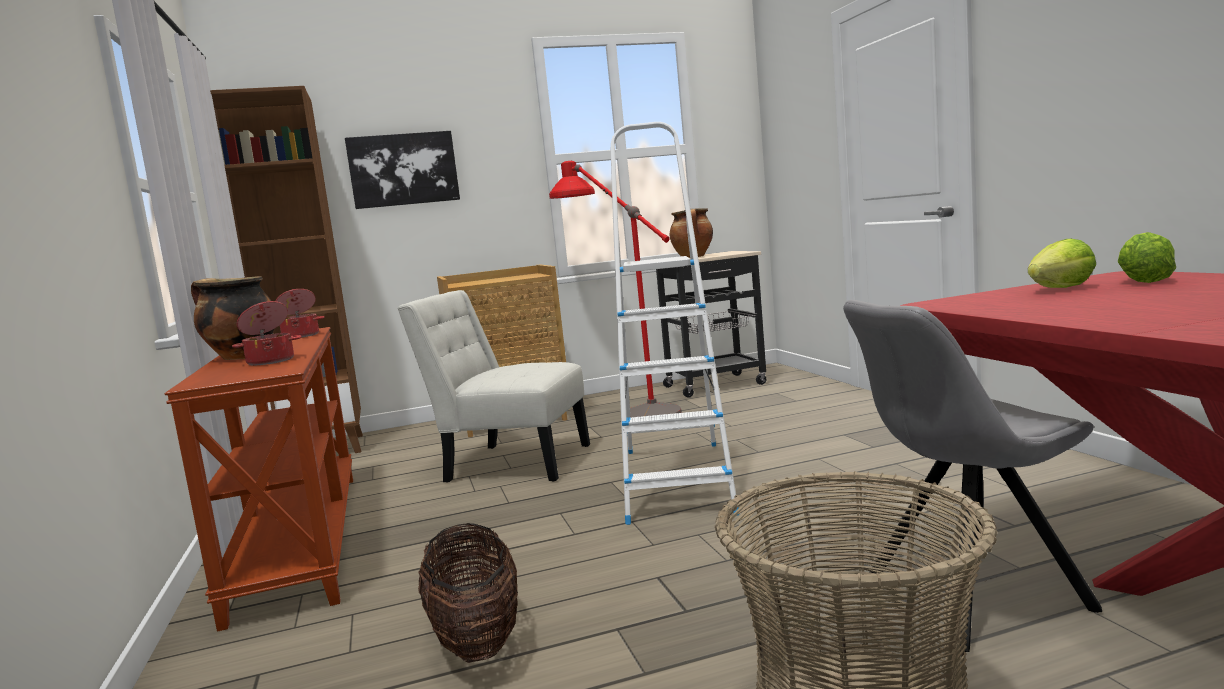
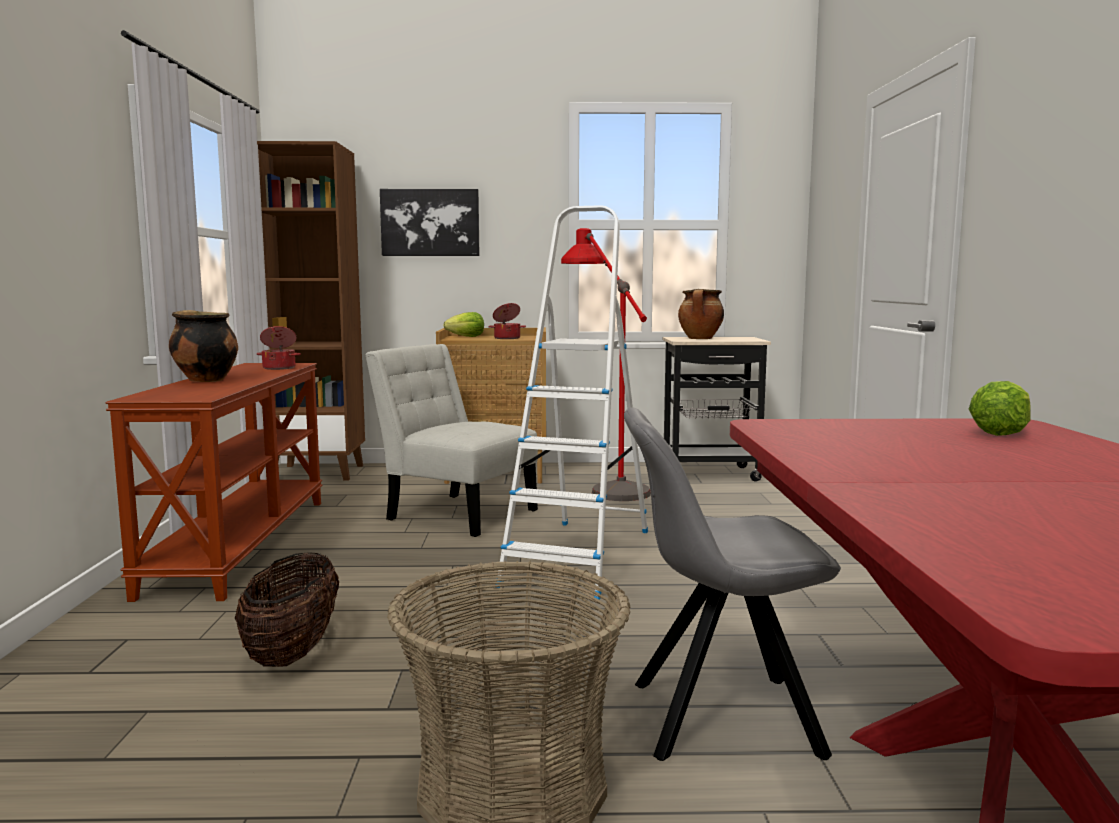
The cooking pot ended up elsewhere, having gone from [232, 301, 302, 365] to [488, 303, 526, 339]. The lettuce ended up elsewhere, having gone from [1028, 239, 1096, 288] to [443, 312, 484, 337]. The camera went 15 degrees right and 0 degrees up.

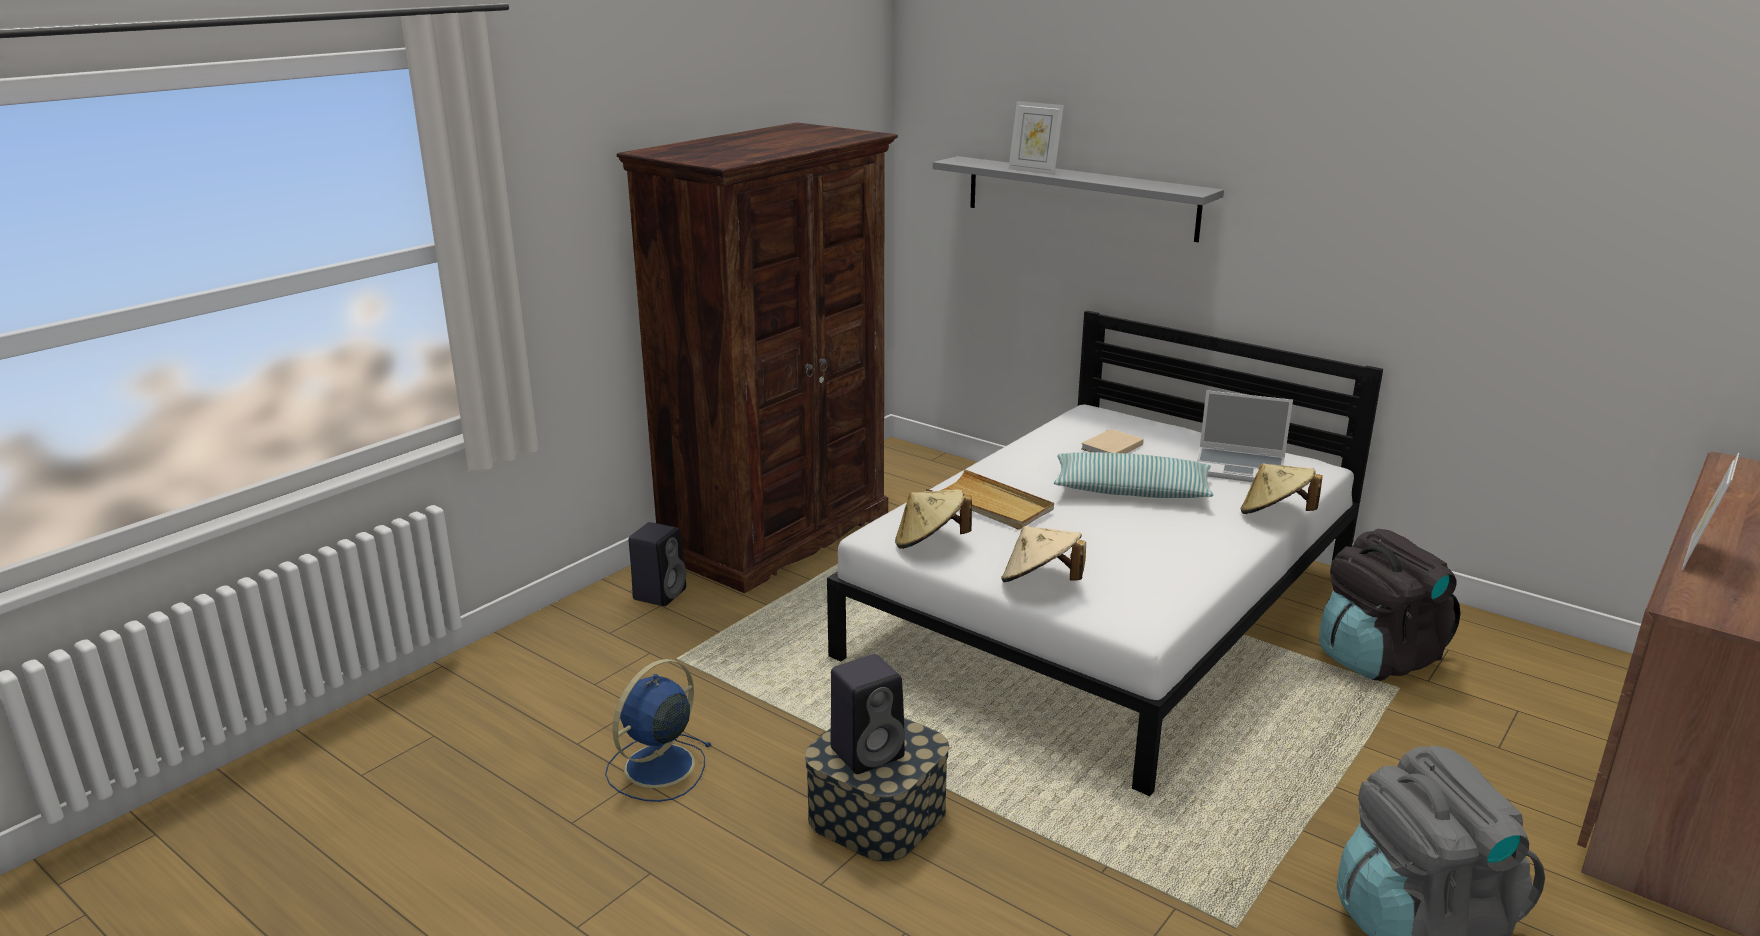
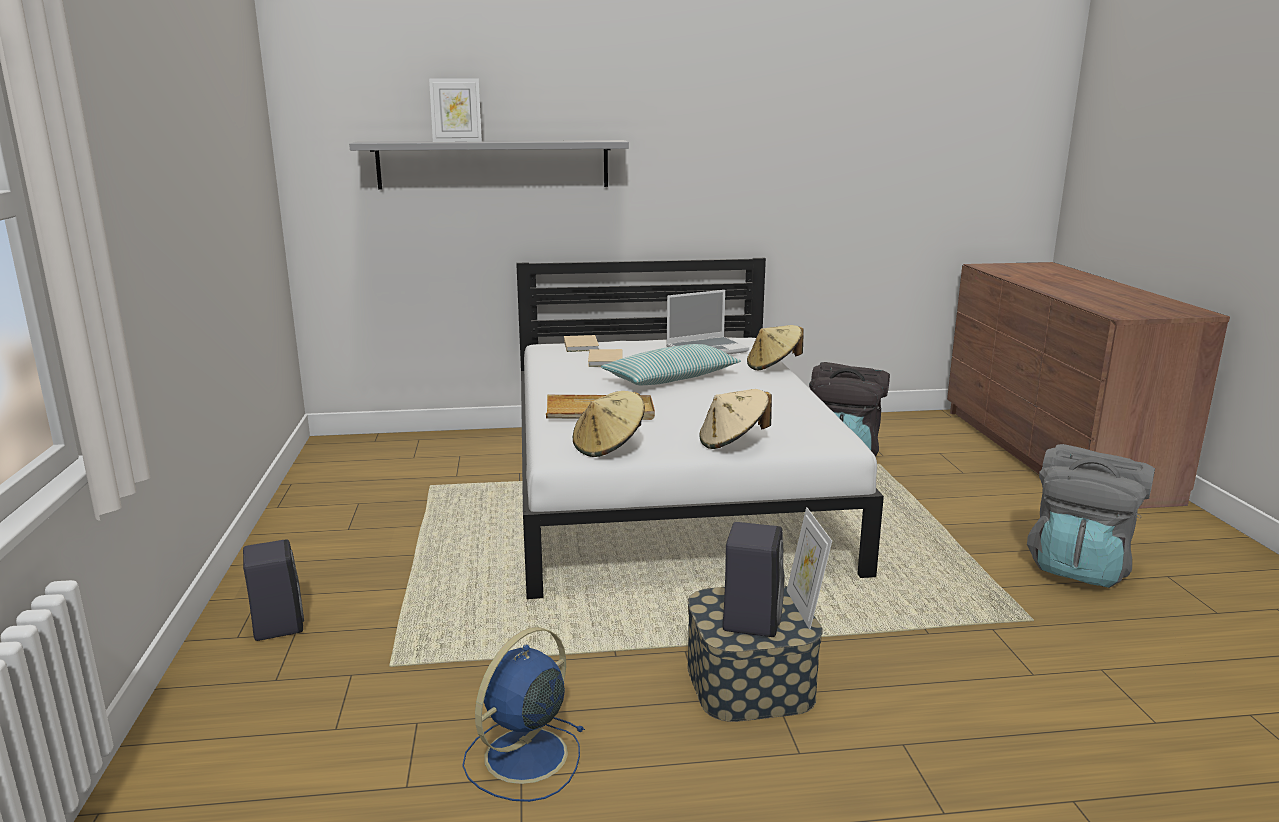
The fan in blue at [605, 659, 712, 802] ended up facing another way, 45 degrees clockwise from before. The second view lost the wardrobe in brown at [617, 122, 898, 593]. The picture frame ended up elsewhere, having gone from [1682, 453, 1739, 570] to [787, 507, 832, 630]. The second view gained the book in beige at [564, 335, 599, 352]. The camera went 45 degrees left and 5 degrees down.

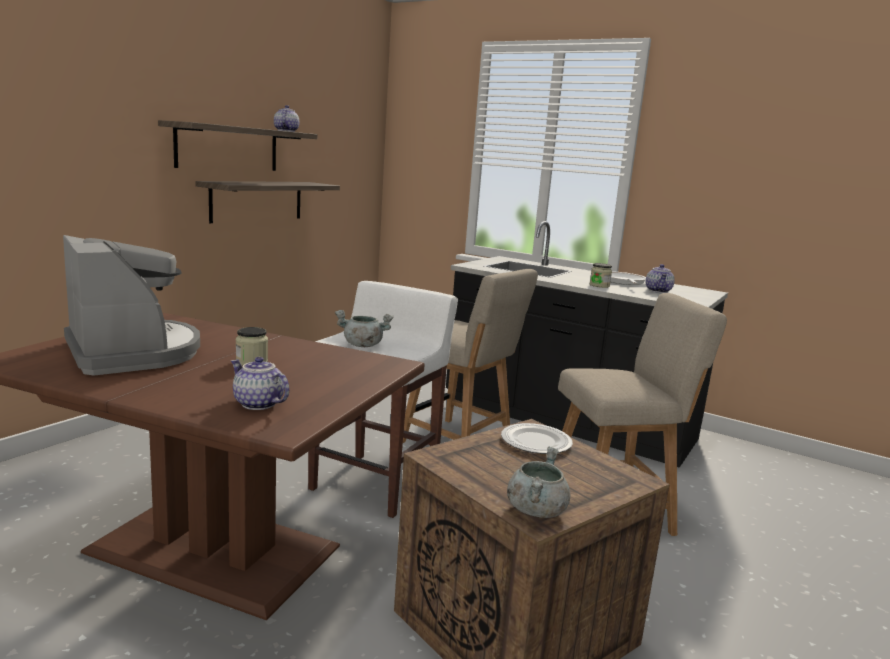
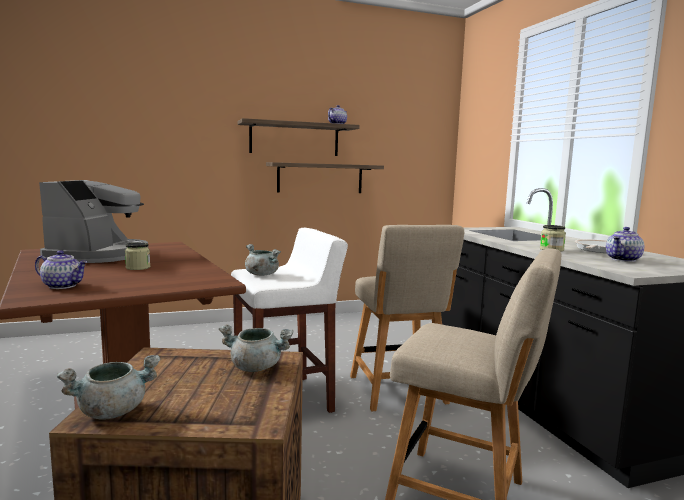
The teapot at [231, 357, 289, 410] ended up facing another way, 120 degrees clockwise from before. Where the plate stood at [501, 423, 573, 454], the cooking pot in grey came to stand at [219, 325, 294, 372]. The camera went 40 degrees right and 5 degrees down.

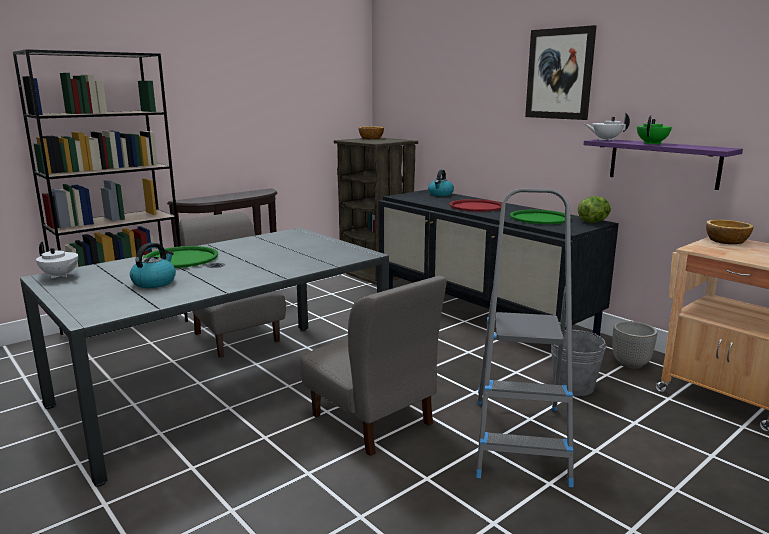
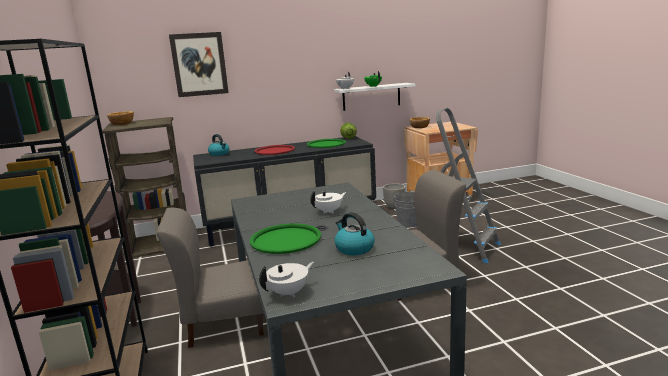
The picture ended up elsewhere, having gone from [525, 25, 596, 120] to [169, 32, 229, 97]. What was the shelf in purple at [584, 139, 743, 190] turned into the shelf in white at [334, 83, 415, 111]. The second view gained the teapot in white at [310, 191, 346, 214]. The camera went 65 degrees left and 0 degrees up.

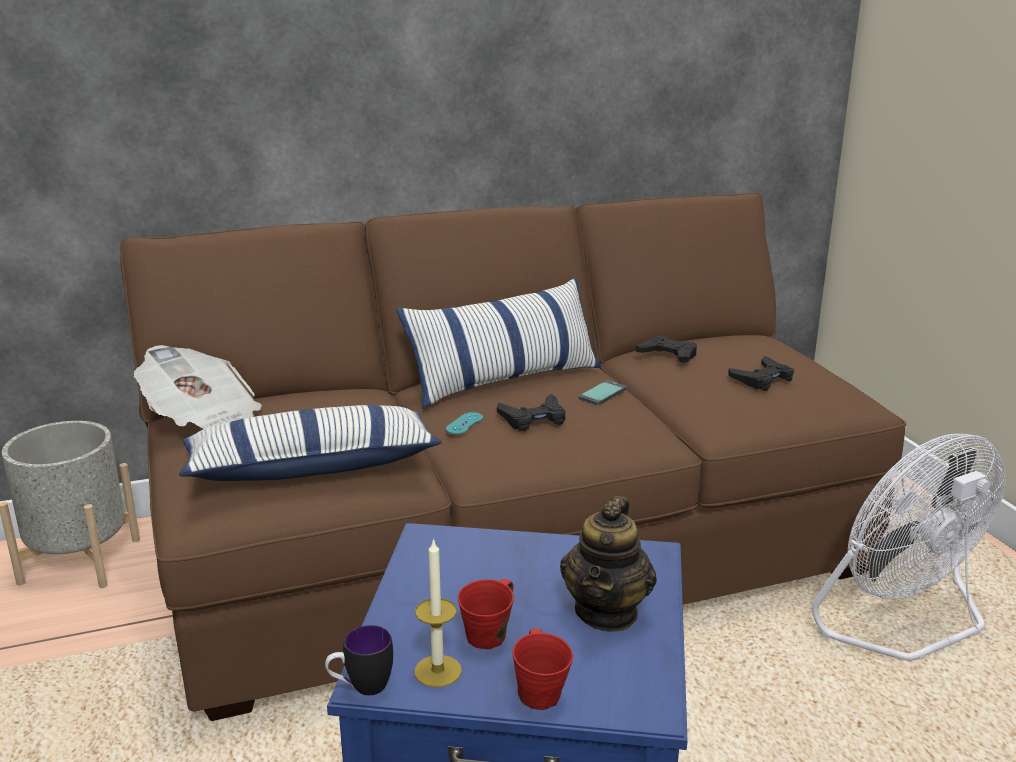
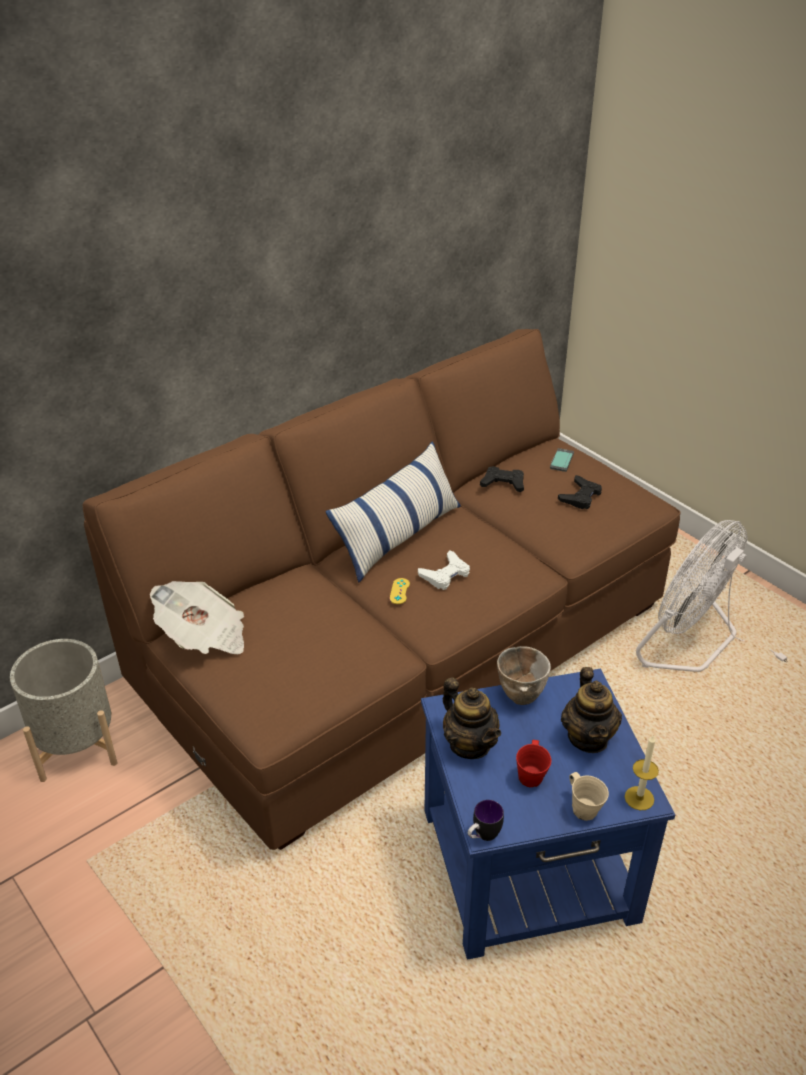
The second view lost the pillow at [179, 405, 442, 481]. The candle ended up elsewhere, having gone from [414, 538, 462, 687] to [625, 736, 659, 810]. What was the game controller in turquoise at [446, 412, 483, 435] turned into the game controller in yellow at [390, 578, 410, 604]. What was the game controller in black at [497, 394, 565, 431] turned into the game controller in white at [418, 550, 470, 590]. What was the mug in red at [513, 629, 573, 710] turned into the mug in beige at [569, 772, 609, 821]. The phone ended up elsewhere, having gone from [579, 380, 627, 405] to [550, 448, 574, 472]. The second view gained the teapot at [443, 677, 501, 759]. The second view gained the bowl at [497, 646, 551, 705]. The camera went 20 degrees left and 15 degrees up.

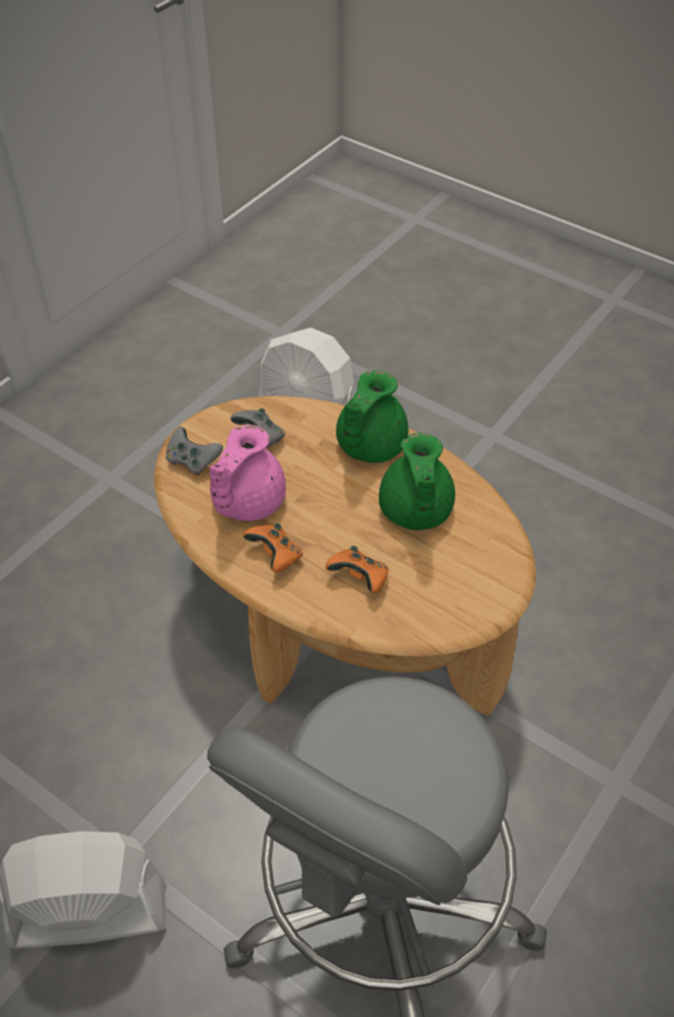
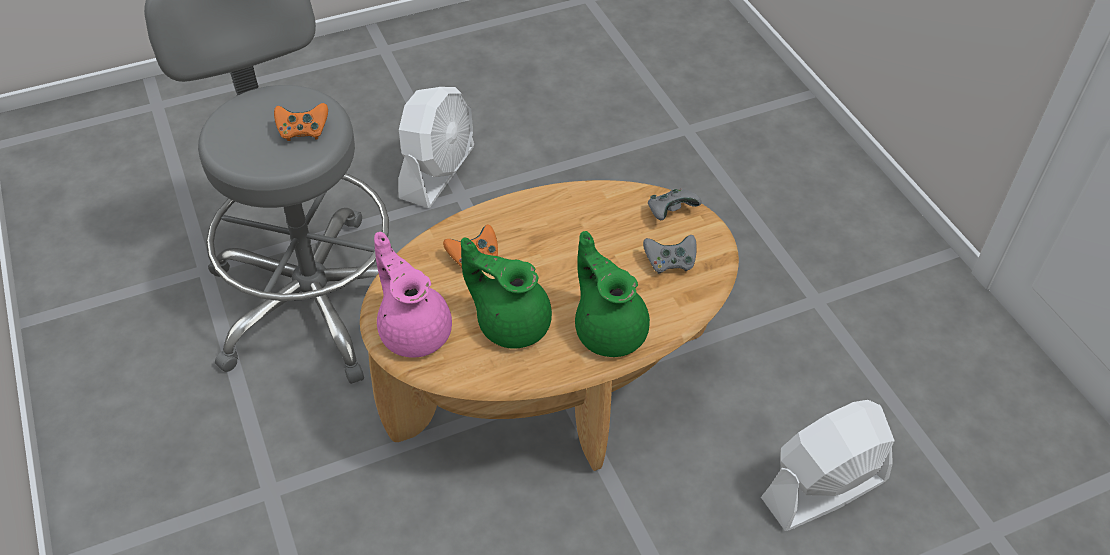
The teapot in pink ended up elsewhere, having gone from [209, 425, 286, 521] to [374, 232, 452, 358]. The game controller in orange ended up elsewhere, having gone from [243, 523, 303, 572] to [274, 103, 328, 141]. The camera went 120 degrees right and 0 degrees up.

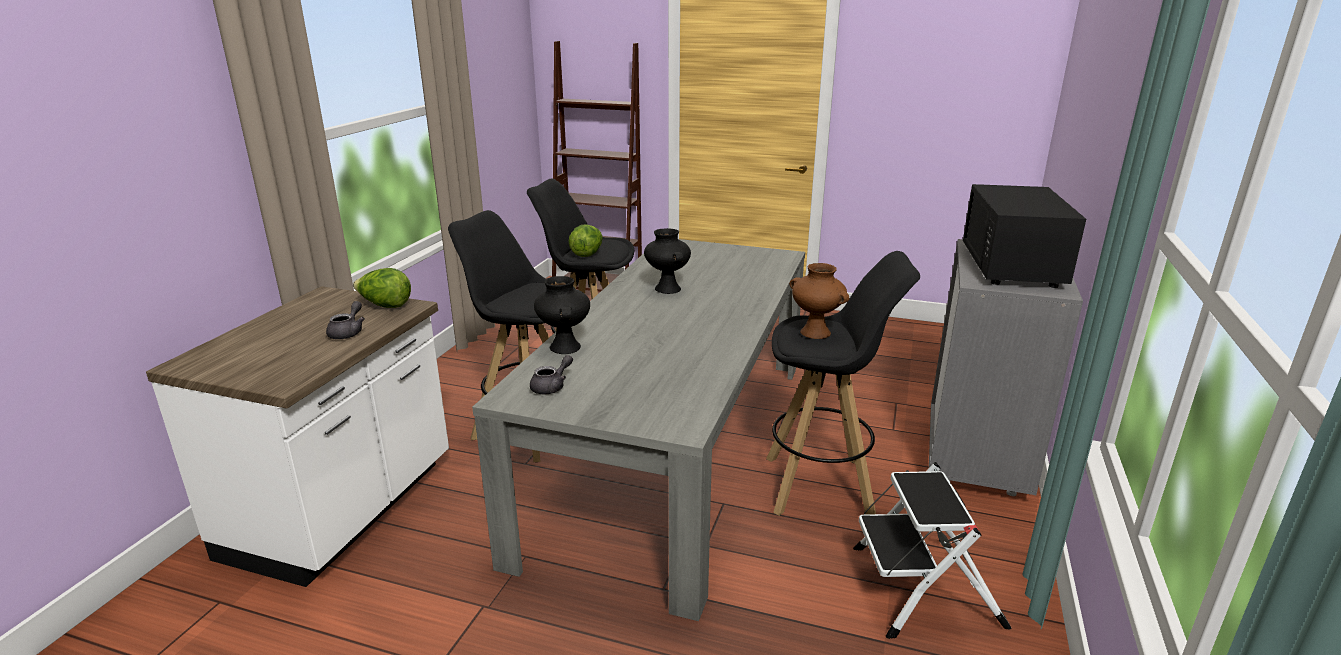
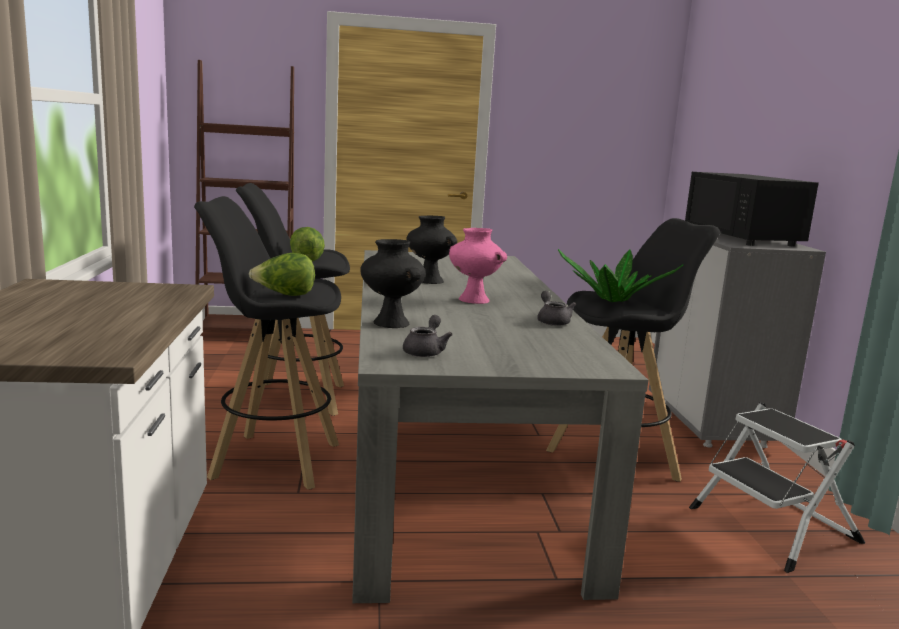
The teapot in grey ended up elsewhere, having gone from [326, 301, 365, 339] to [537, 291, 576, 326]. The lettuce ended up elsewhere, having gone from [353, 268, 411, 308] to [249, 253, 315, 296]. Where the vase in brown stood at [789, 263, 849, 339], the potted plant came to stand at [558, 249, 683, 302]. The second view gained the vase in pink at [449, 228, 507, 304]. The camera went 25 degrees left and 10 degrees down.

